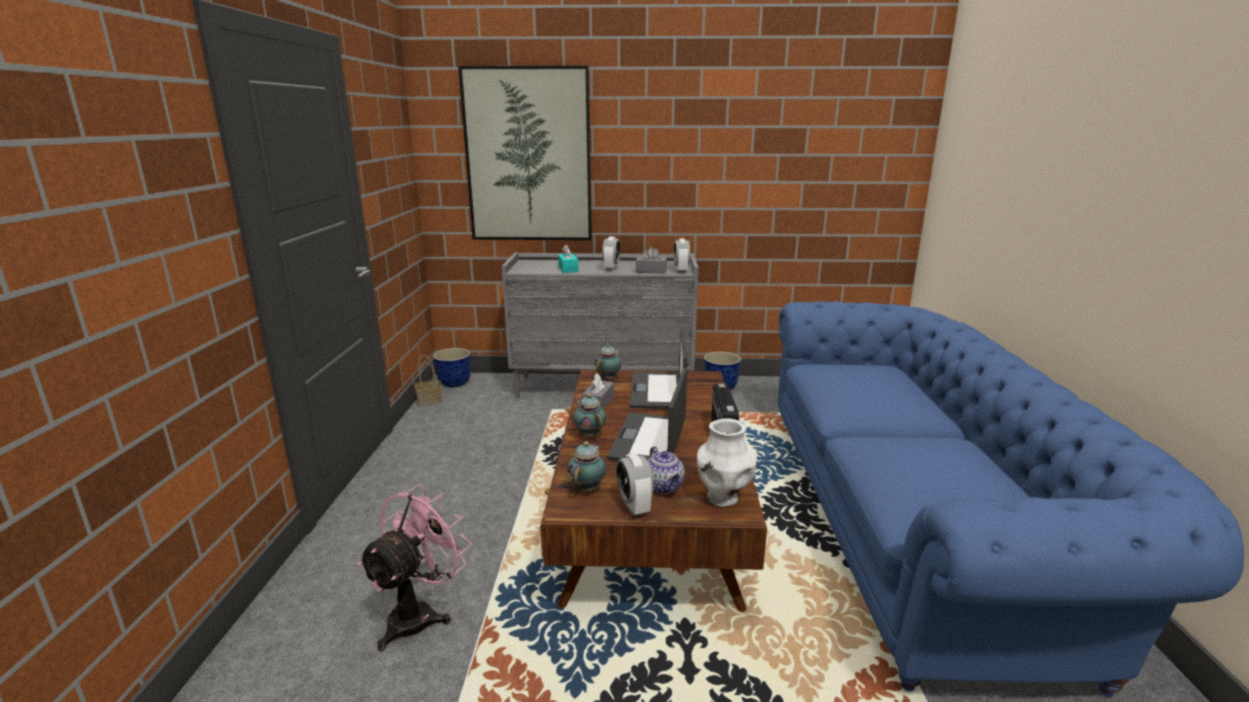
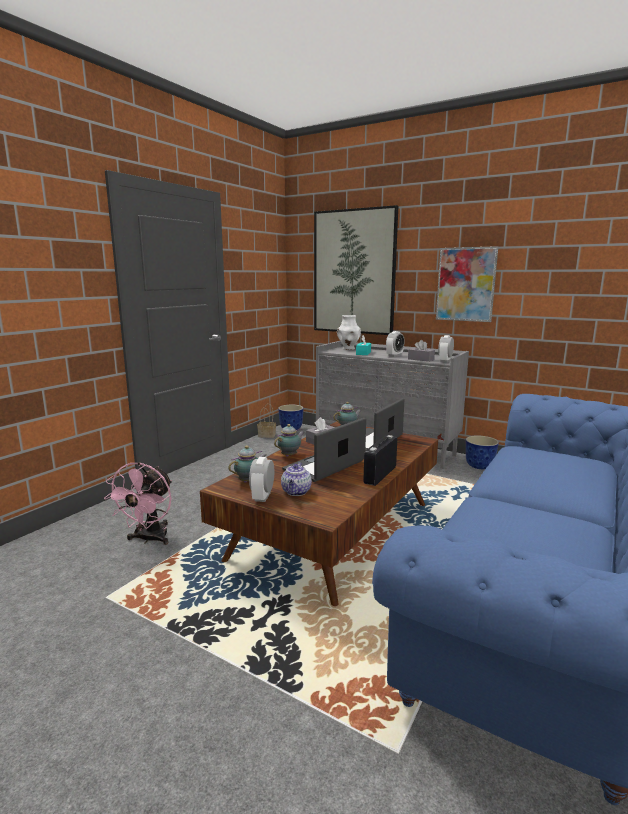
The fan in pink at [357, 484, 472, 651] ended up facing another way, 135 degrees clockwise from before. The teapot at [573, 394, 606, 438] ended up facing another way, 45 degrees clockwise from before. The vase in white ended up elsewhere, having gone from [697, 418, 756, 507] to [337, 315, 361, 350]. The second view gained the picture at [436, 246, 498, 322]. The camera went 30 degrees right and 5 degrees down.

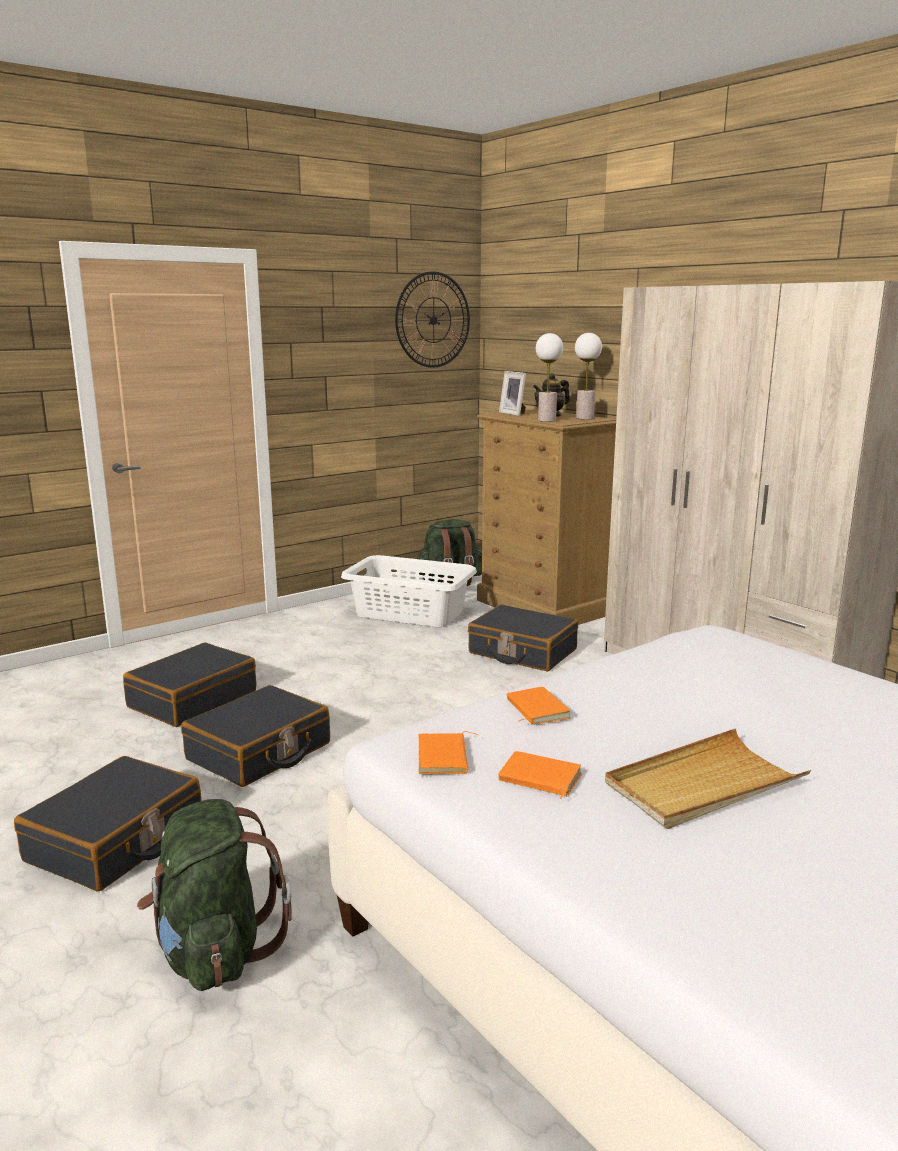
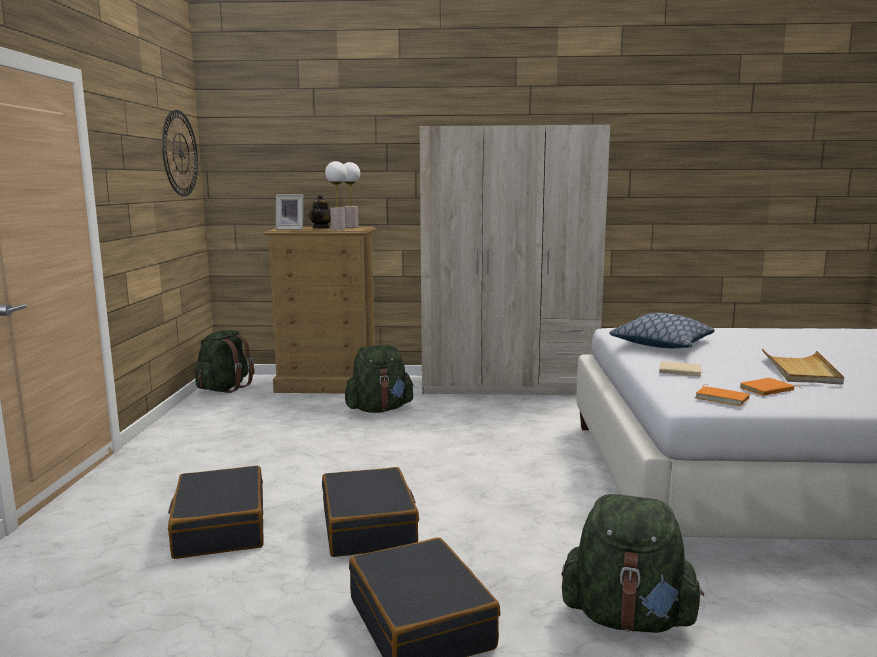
The second view lost the laundry basket in white at [341, 555, 477, 627]. Where the suitcase in black stood at [468, 604, 578, 671], the backpack in green came to stand at [345, 345, 414, 413]. What was the book in orange at [507, 687, 571, 725] turned into the book in beige at [659, 361, 702, 376]. The second view gained the pillow at [609, 313, 715, 348]. The camera went 50 degrees left and 5 degrees down.

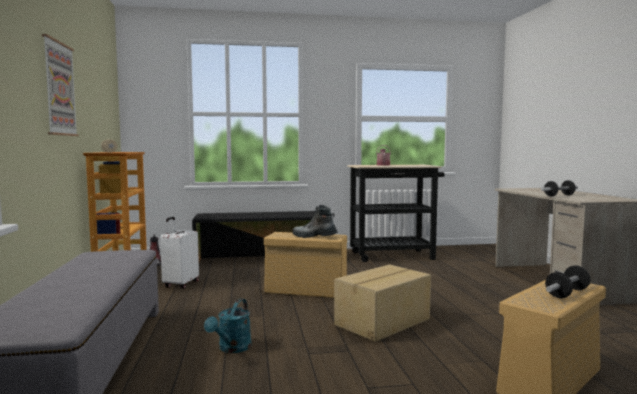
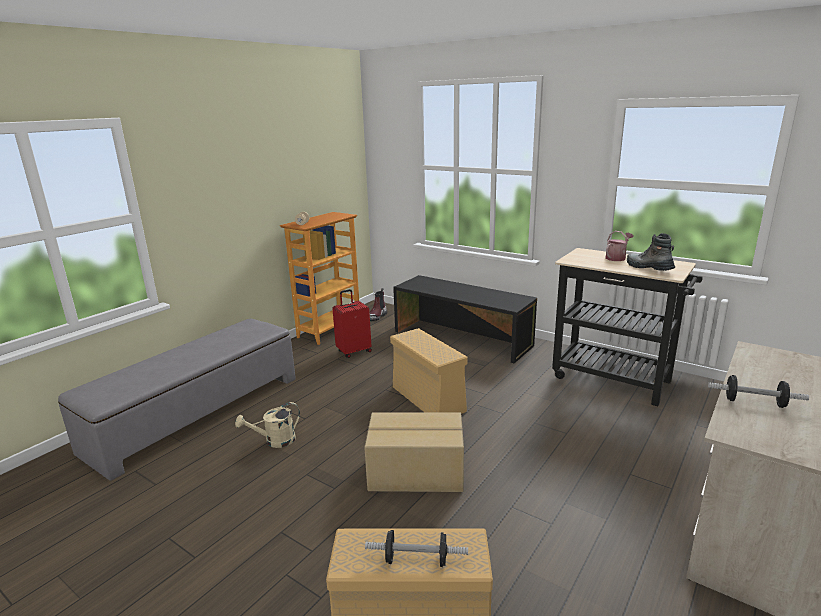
The second view lost the picture at [42, 34, 79, 136]. What was the suitcase in white at [160, 217, 199, 289] turned into the suitcase in red at [332, 289, 372, 358]. What was the watering can in turquoise at [204, 299, 252, 353] turned into the watering can in beige at [235, 402, 300, 448]. The boot ended up elsewhere, having gone from [292, 205, 338, 238] to [627, 233, 675, 271]. The camera went 45 degrees right and 15 degrees up.

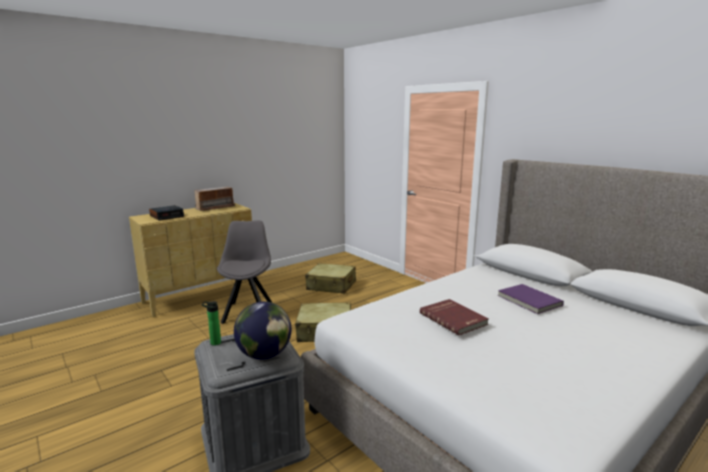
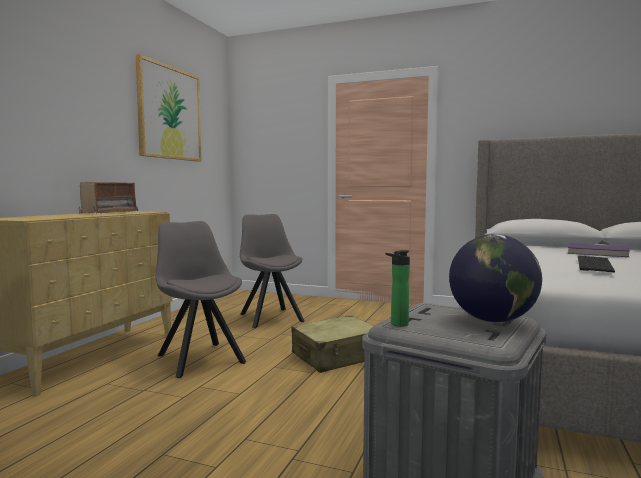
The second view lost the alarm clock at [149, 205, 184, 221]. Where the suitcase in beige stood at [305, 263, 356, 294], the chair in grey came to stand at [240, 214, 304, 328]. Where the book in red stood at [420, 299, 489, 335], the keyboard came to stand at [578, 256, 615, 273]. The second view gained the picture at [135, 54, 201, 162]. The camera went 30 degrees left and 10 degrees down.

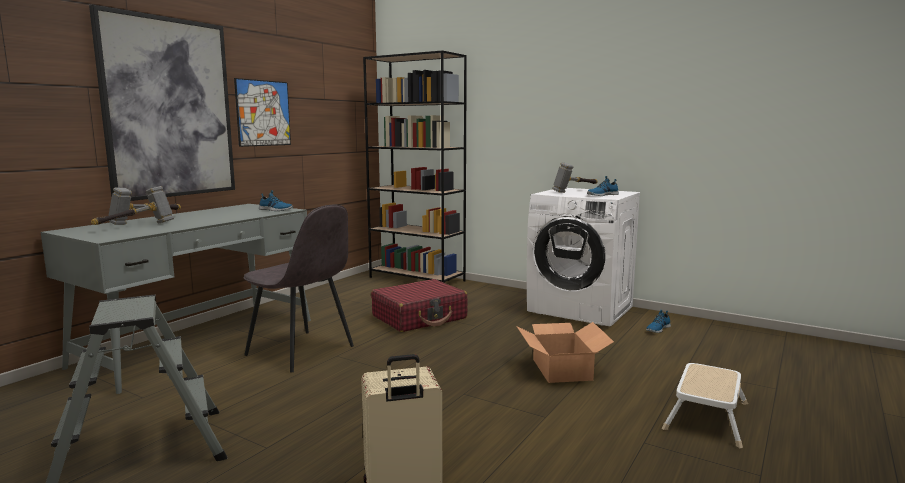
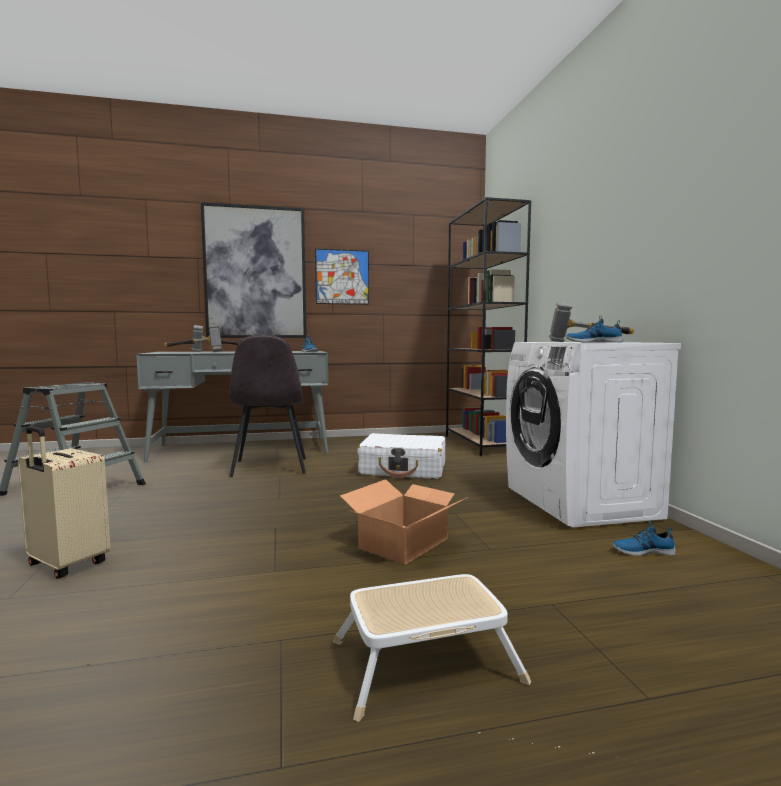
What was the suitcase in red at [371, 279, 467, 332] turned into the suitcase in white at [357, 433, 446, 479]. The camera went 45 degrees right and 5 degrees down.

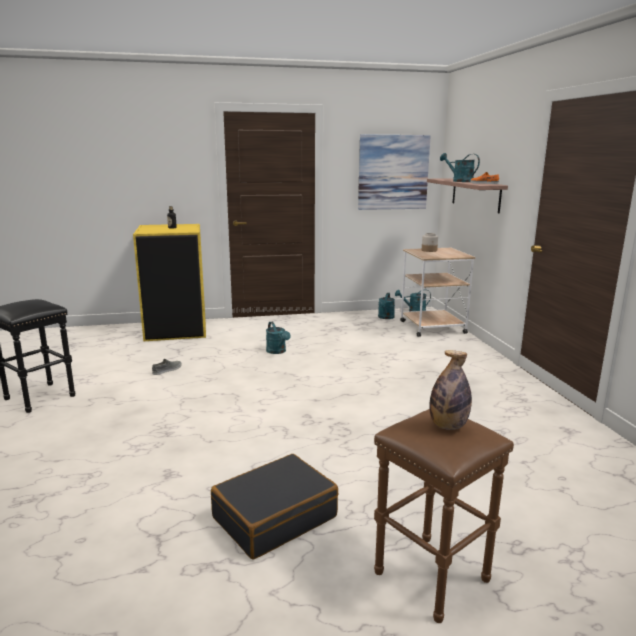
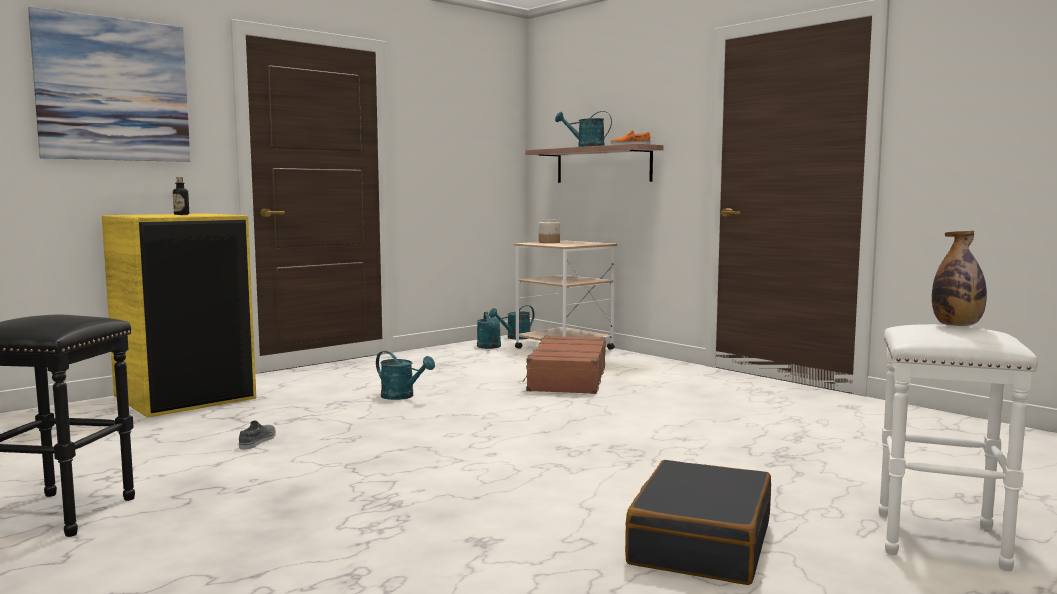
The picture ended up elsewhere, having gone from [358, 134, 431, 210] to [28, 6, 190, 162]. What was the stool in brown at [374, 409, 514, 623] turned into the stool in white at [879, 324, 1038, 571]. The second view gained the suitcase in brown at [522, 336, 606, 394]. The camera went 30 degrees left and 10 degrees down.

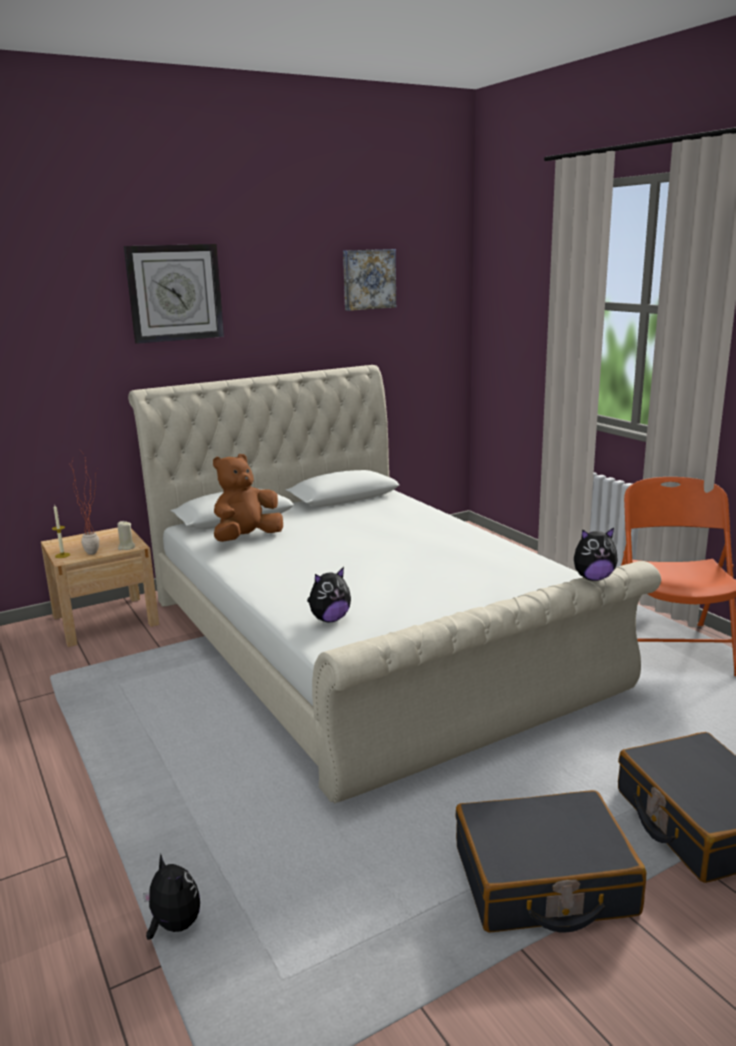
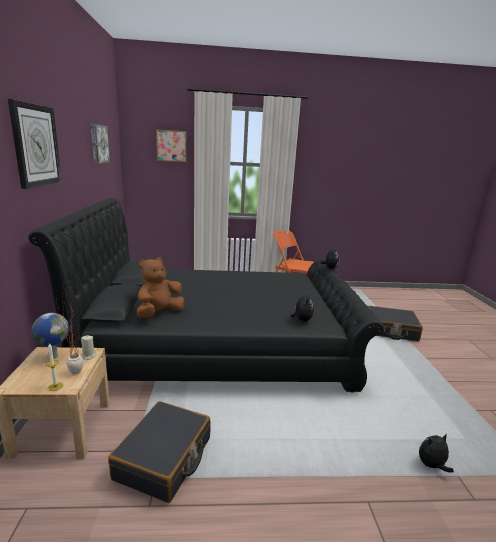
What was the bed in beige at [128, 365, 661, 804] turned into the bed in black at [28, 198, 384, 392]. The plush toy in brown at [213, 454, 283, 542] ended up facing another way, 60 degrees clockwise from before. The suitcase in black ended up elsewhere, having gone from [455, 790, 646, 933] to [108, 401, 211, 503]. The second view gained the globe at [31, 313, 69, 359]. The second view gained the picture at [156, 130, 187, 162]. The camera went 65 degrees left and 0 degrees up.

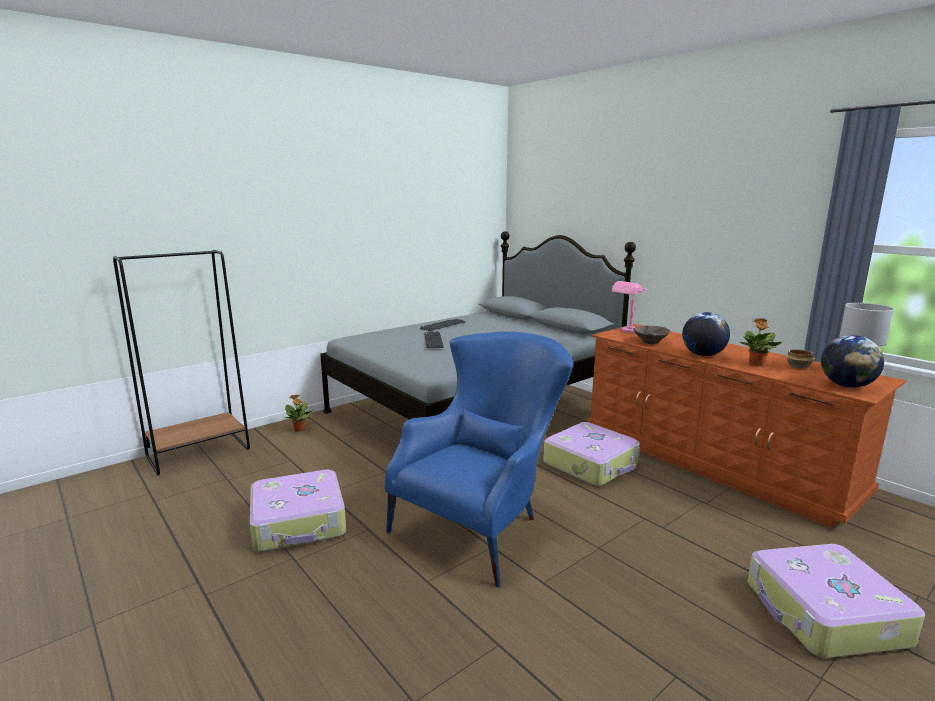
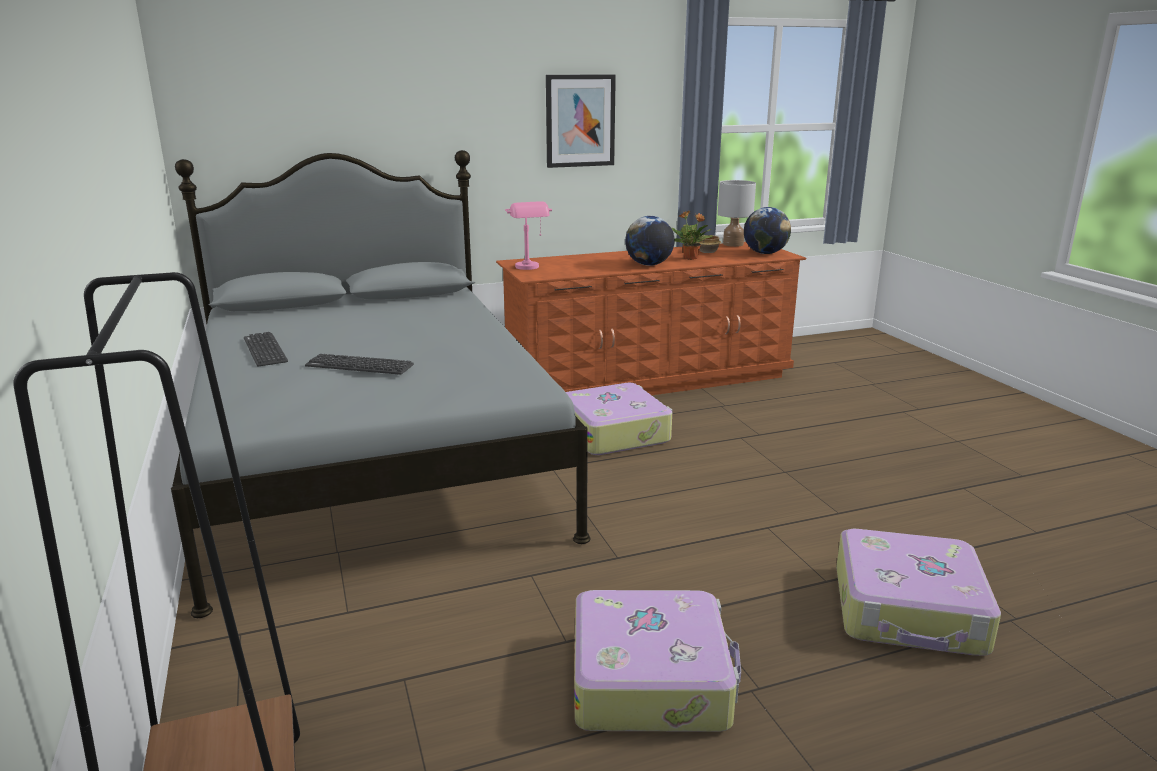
The second view lost the potted plant at [284, 394, 313, 432]. The second view lost the armchair in blue at [385, 331, 573, 587]. The second view lost the bowl in brown at [633, 326, 670, 344]. The suitcase ended up elsewhere, having gone from [748, 544, 925, 658] to [836, 529, 1001, 656]. The second view gained the picture at [546, 74, 616, 168]. The camera went 70 degrees left and 5 degrees up.

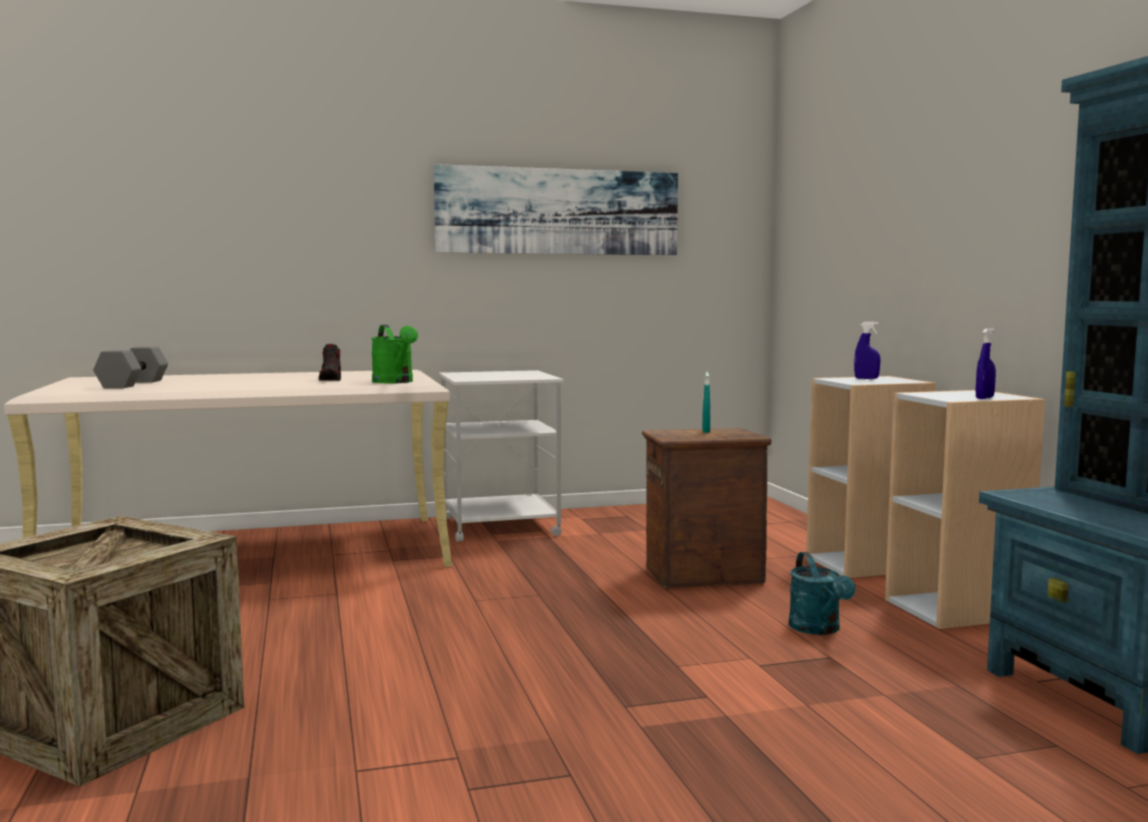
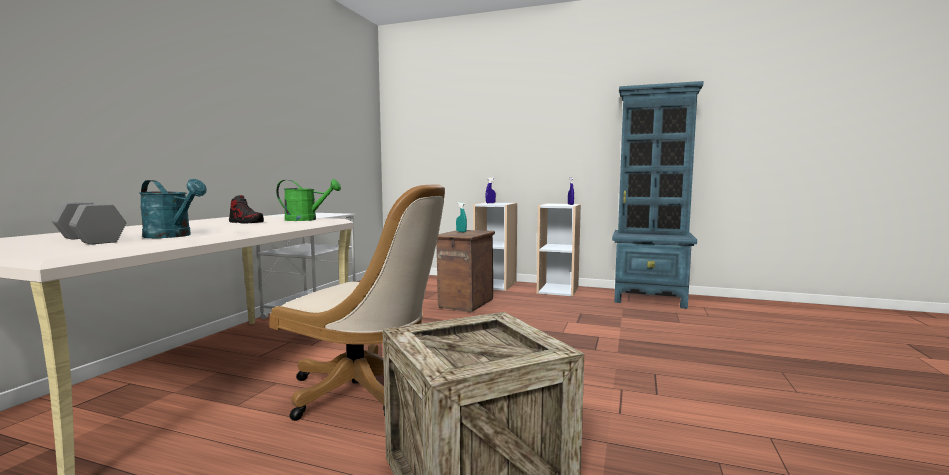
The second view lost the picture at [434, 164, 678, 255]. The watering can in turquoise ended up elsewhere, having gone from [789, 552, 855, 635] to [139, 179, 207, 238]. The second view gained the office chair at [269, 184, 445, 421]. The camera went 55 degrees left and 0 degrees up.

